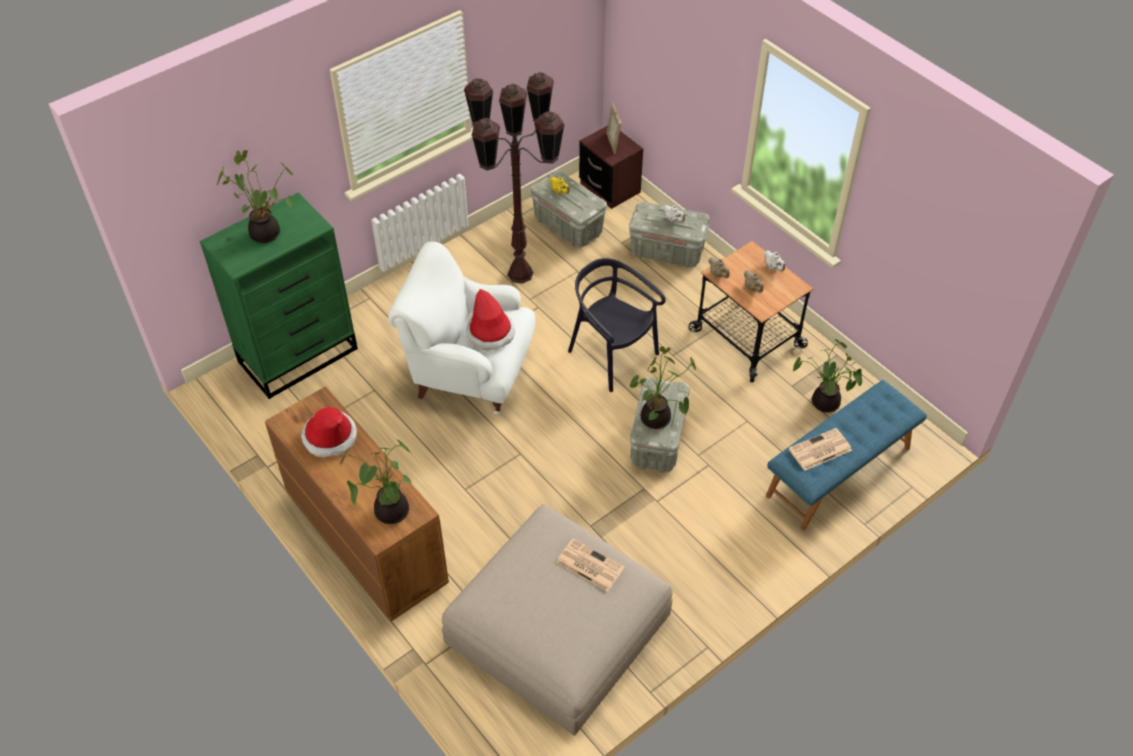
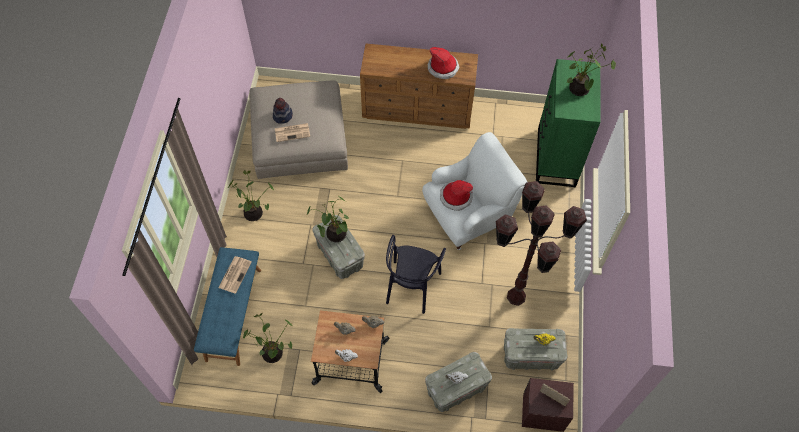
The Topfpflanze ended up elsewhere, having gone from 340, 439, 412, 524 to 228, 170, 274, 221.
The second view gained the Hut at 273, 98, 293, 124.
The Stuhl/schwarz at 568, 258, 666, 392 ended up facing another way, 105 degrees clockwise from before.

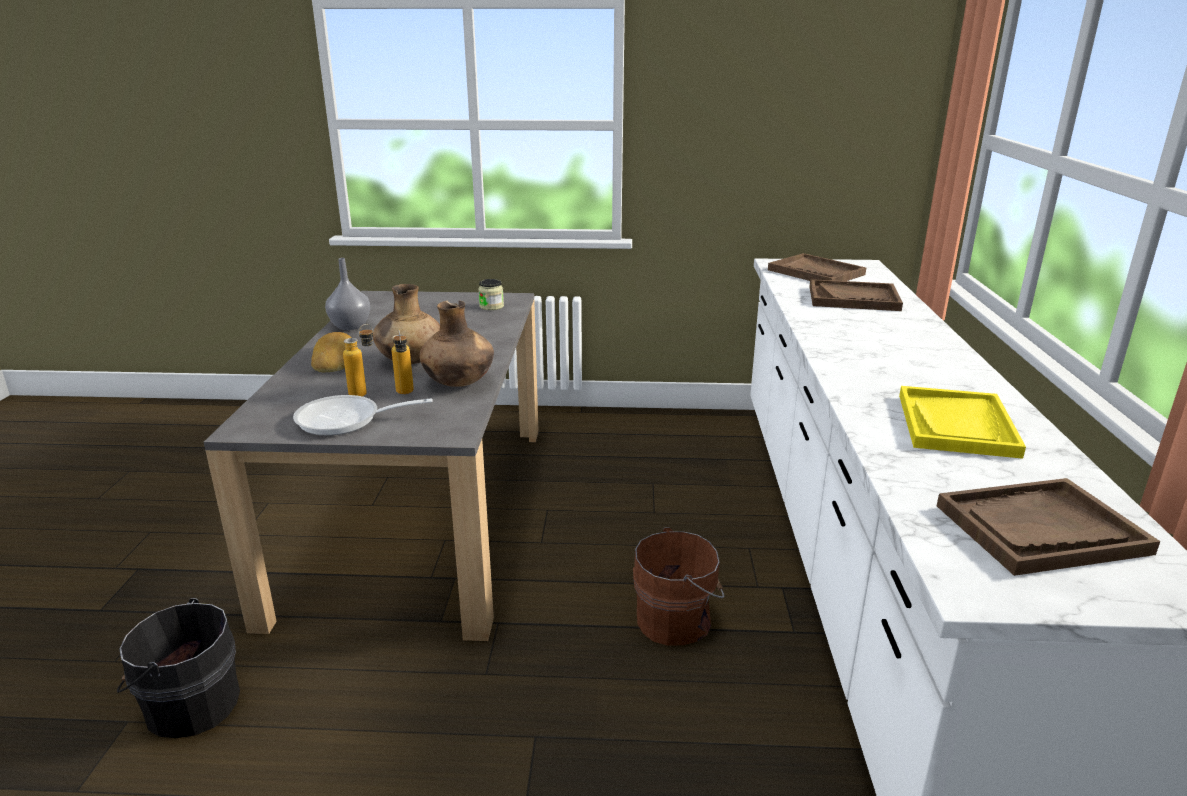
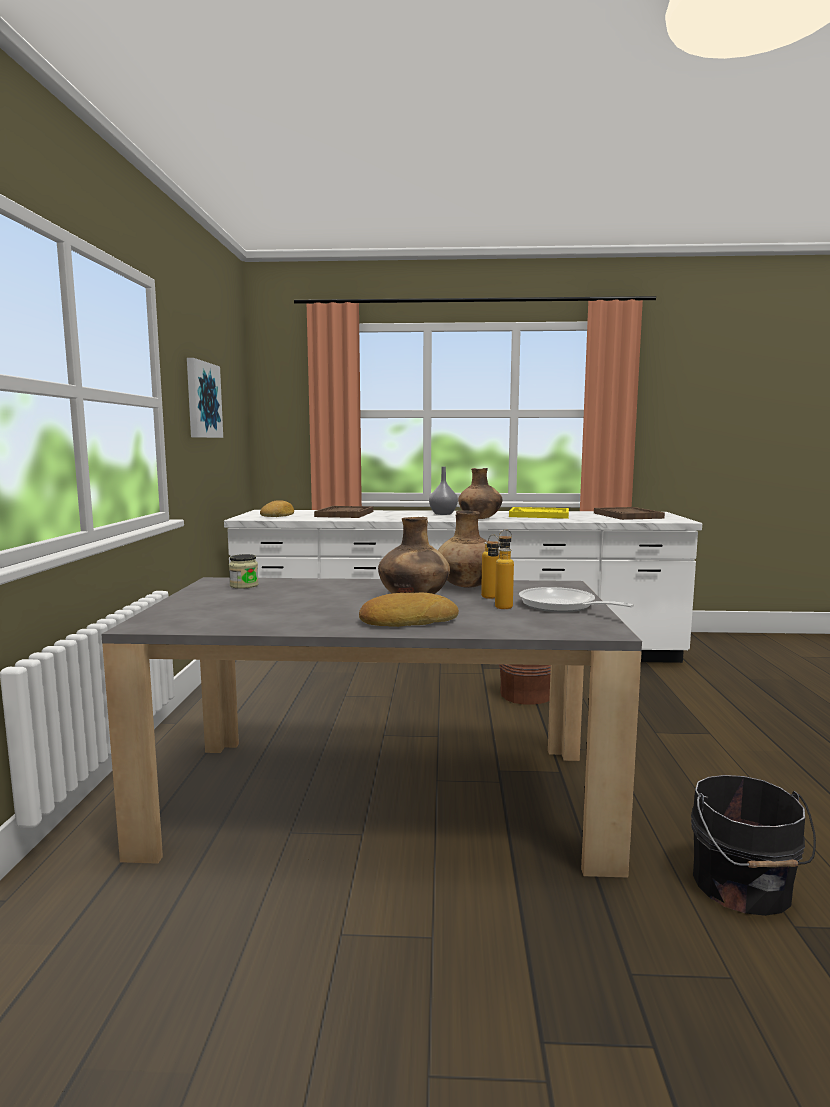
The second view gained the Bild at 187, 358, 223, 438.
Where the Tablett/braun stood at 768, 253, 866, 281, the Brot came to stand at 260, 500, 294, 517.
The Vase/grau ended up elsewhere, having gone from 325, 258, 370, 330 to 429, 467, 458, 515.
The second view gained the Vase/braun at 458, 468, 503, 519.
The Pfanne at 293, 395, 433, 436 ended up facing another way, 150 degrees clockwise from before.

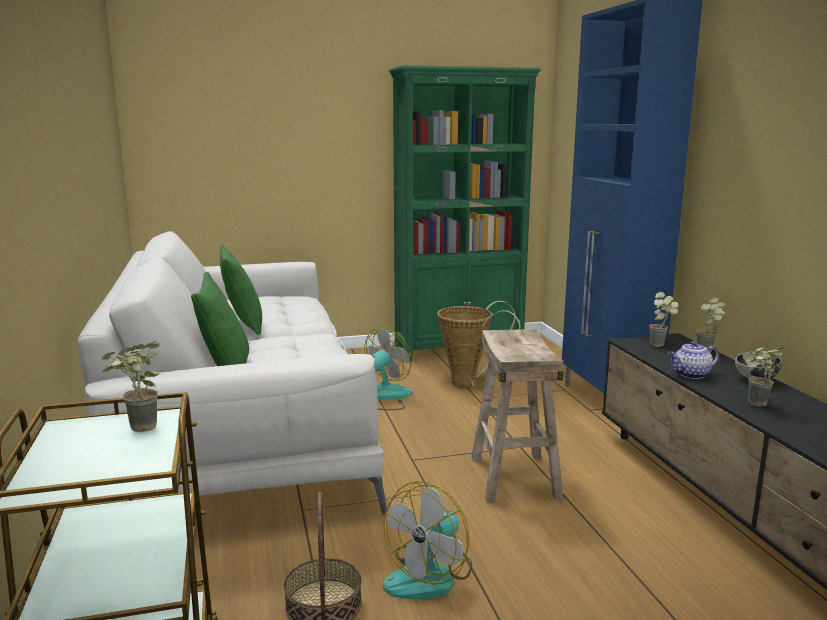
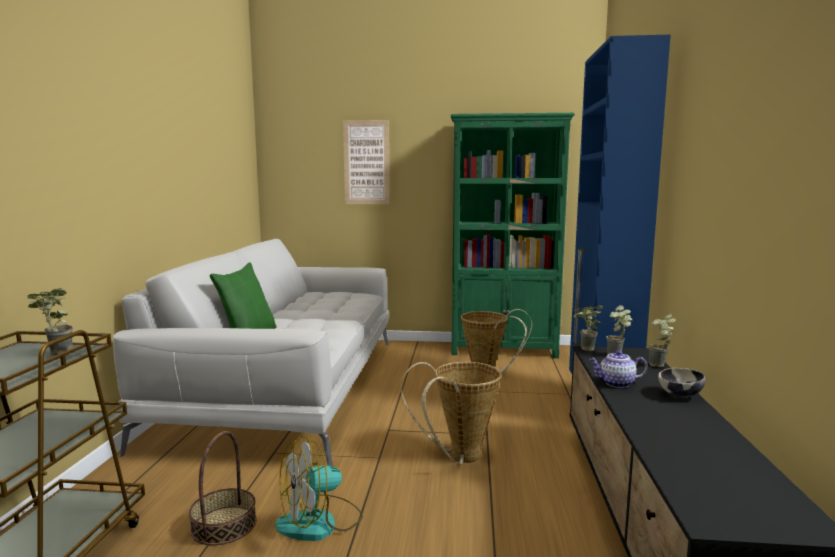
The second view gained the Bild at 343, 120, 390, 204.
Where the Hocker/beige stood at 471, 329, 563, 503, the Korb came to stand at 401, 362, 501, 464.
The Topfpflanze ended up elsewhere, having gone from 745, 345, 787, 407 to 573, 305, 603, 351.
The second view lost the Kissen/grün at 220, 245, 262, 335.
The second view lost the Ventilator at 364, 328, 413, 410.

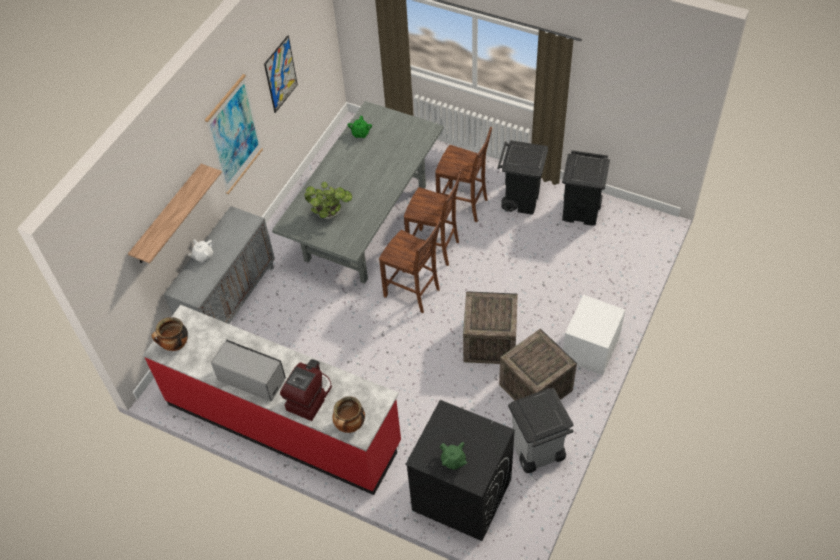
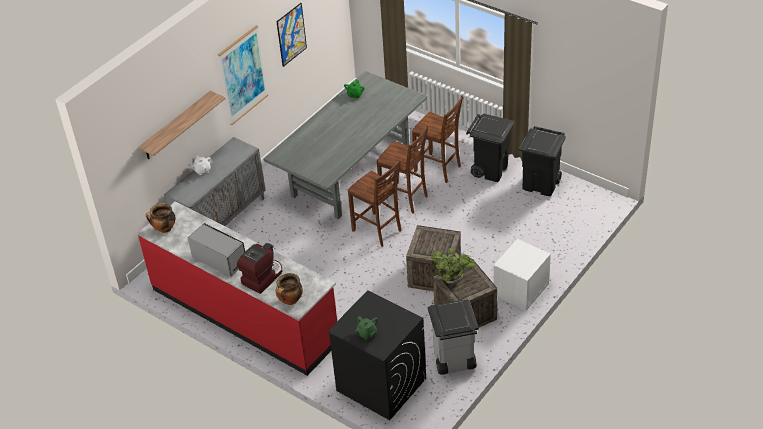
The Topfpflanze ended up elsewhere, having gone from 304, 182, 352, 219 to 431, 248, 475, 284.

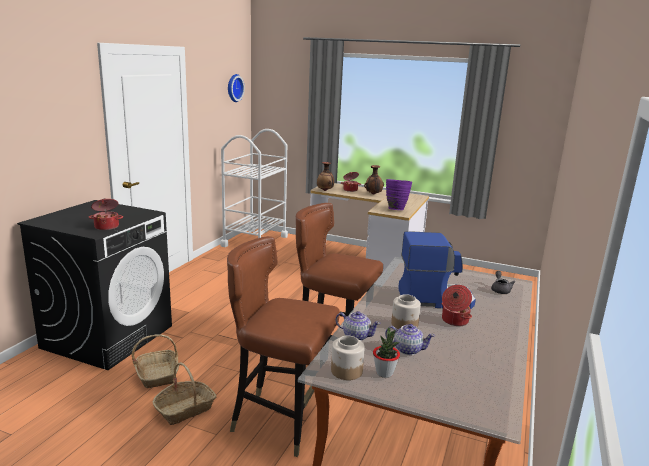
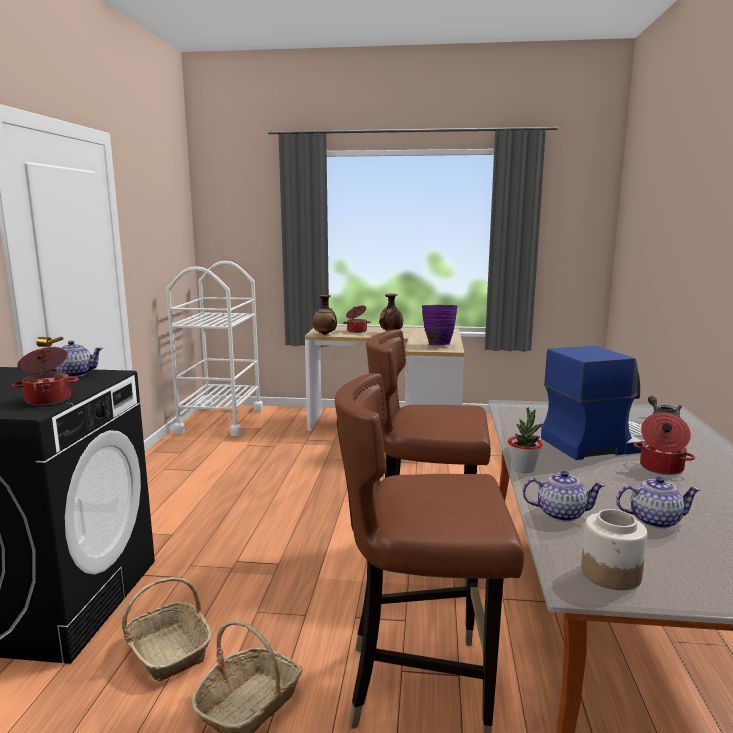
The second view gained the Teekanne at 51, 341, 103, 377.
The Topfpflanze ended up elsewhere, having gone from 373, 327, 400, 378 to 508, 407, 543, 473.
The second view lost the Wanduhr at 228, 74, 245, 102.
The second view lost the Vorratsglas at 391, 294, 421, 329.

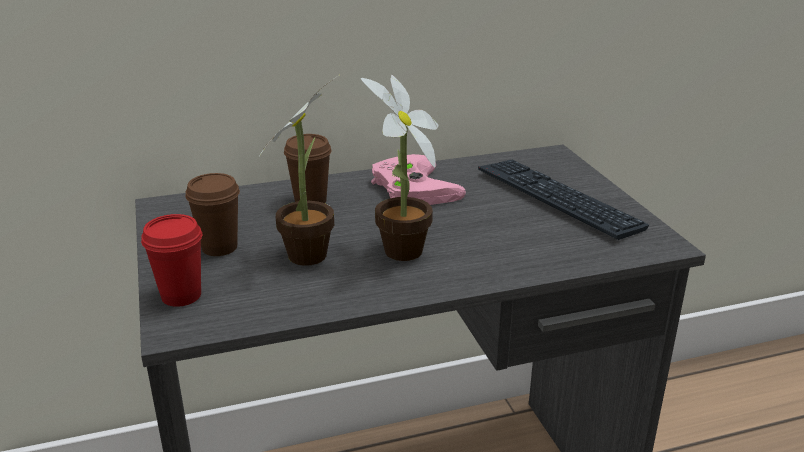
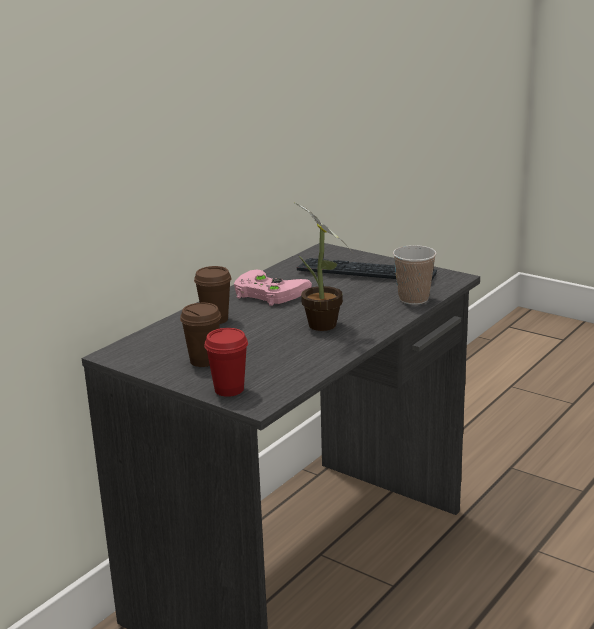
The second view gained the Tasse at 393, 245, 437, 305.
The second view lost the Topfpflanze at 259, 76, 338, 266.

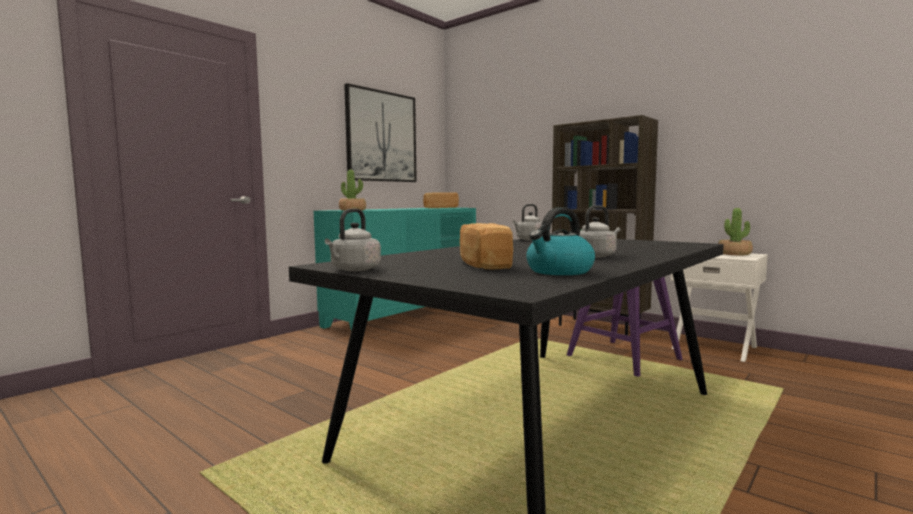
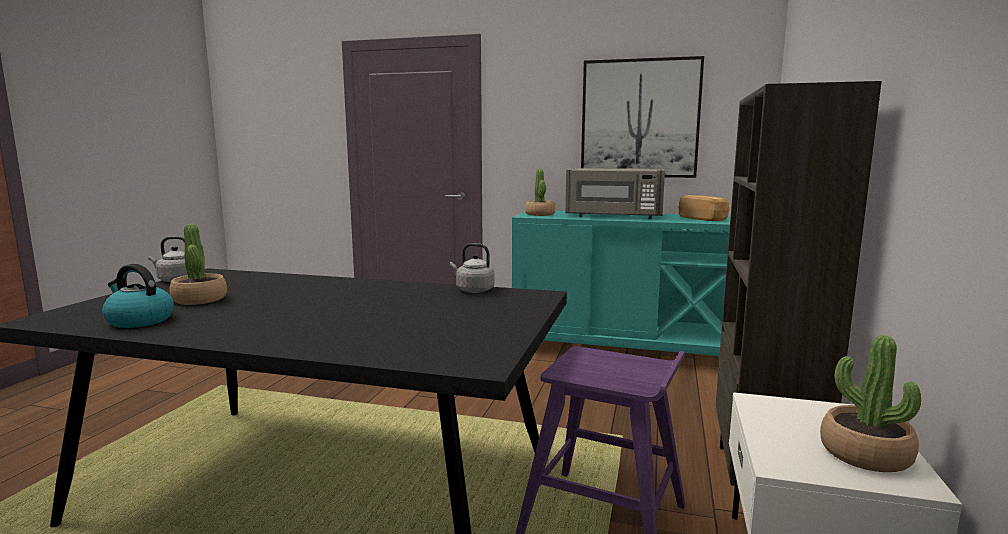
Where the Brot stood at 460, 223, 513, 269, the Topfpflanze came to stand at 169, 224, 227, 305.
The second view gained the Mikrowelle/grau at 565, 168, 665, 219.
The second view lost the Wasserkessel/grau at 579, 205, 621, 258.

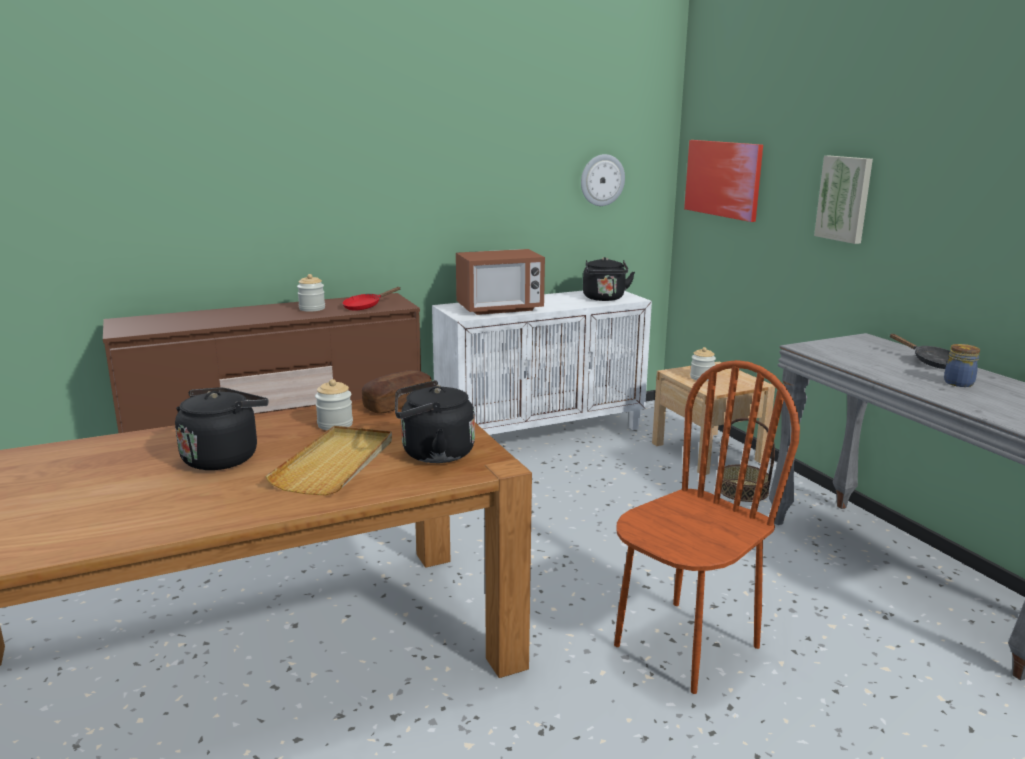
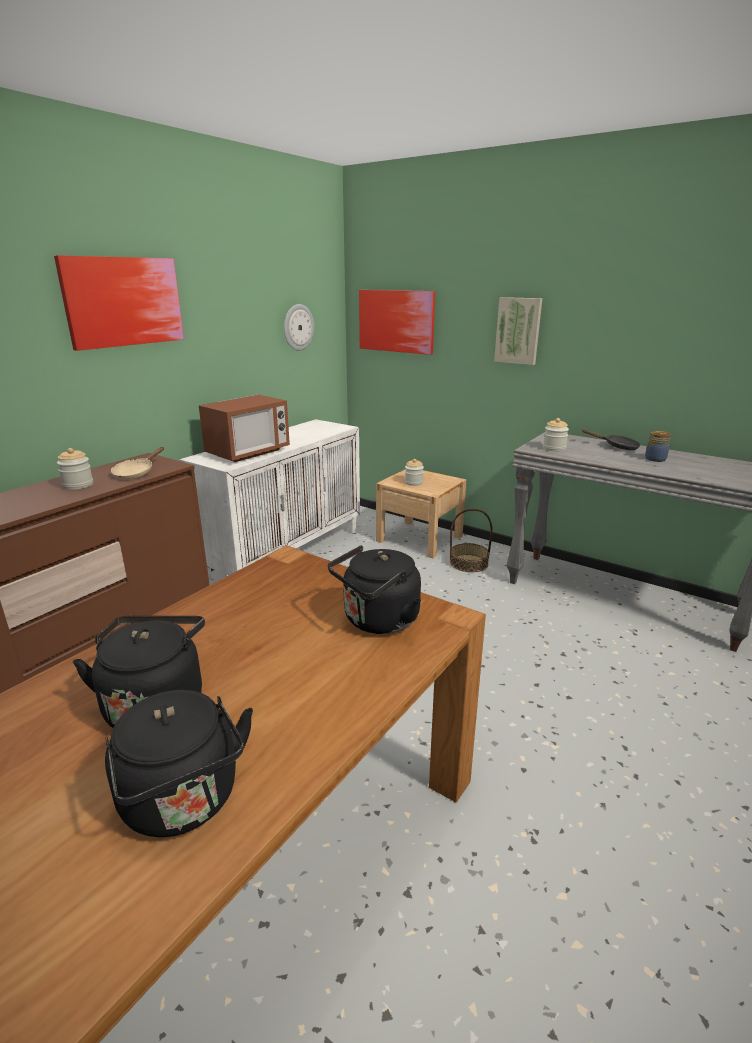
The second view gained the Bild at 54, 255, 184, 351.
The Wasserkessel/schwarz ended up elsewhere, having gone from 583, 257, 635, 301 to 105, 690, 253, 837.
What was the Pfanne/rot at 342, 287, 401, 310 turned into the Pfanne/beige at 111, 447, 164, 480.
The Vorratsglas ended up elsewhere, having gone from 315, 379, 353, 430 to 543, 418, 569, 451.
The second view lost the Tablett/beige at 265, 426, 392, 496.
The second view lost the Brot at 362, 370, 432, 414.
The second view lost the Stuhl/braun at 614, 360, 800, 694.

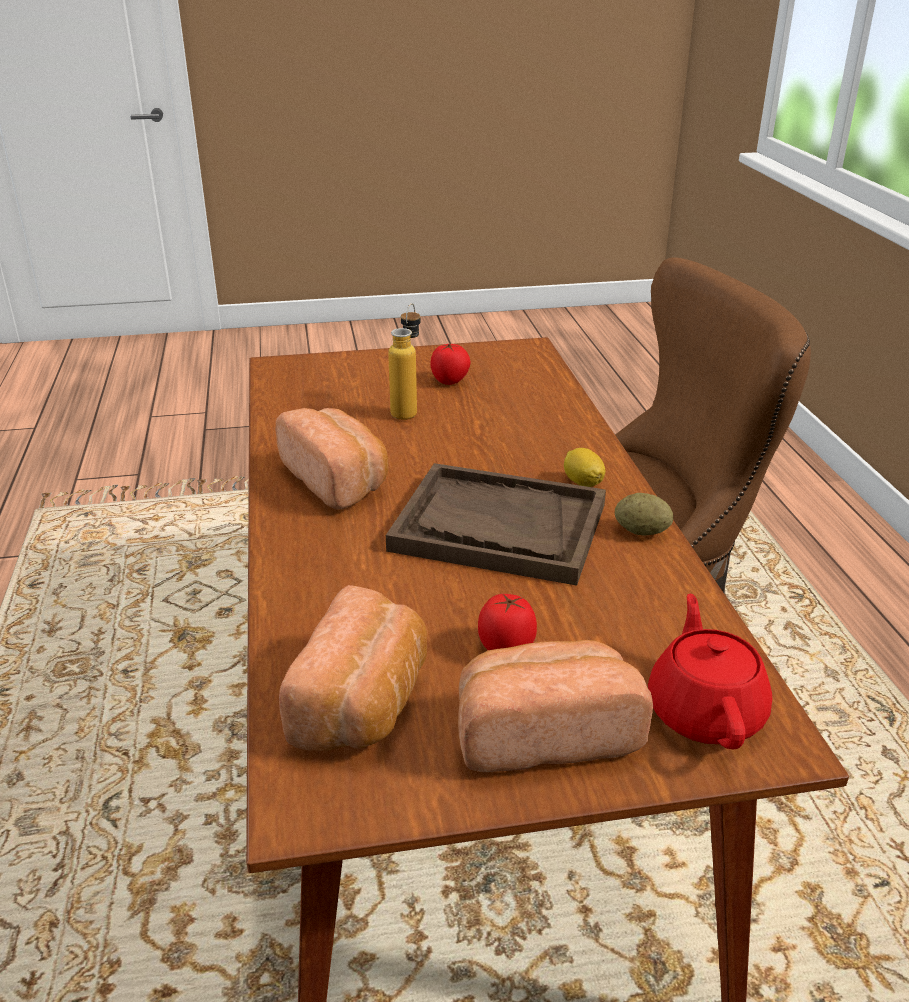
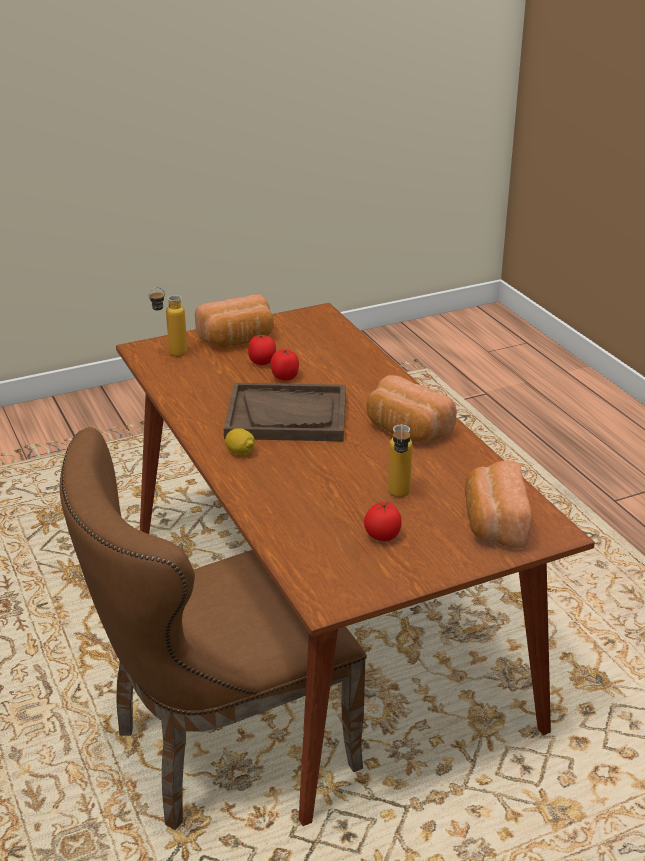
Where the Teekanne/rot stood at 648, 594, 772, 750, the Flasche came to stand at 149, 287, 187, 357.
The second view gained the Tomate at 271, 349, 299, 381.
The Brot ended up elsewhere, having gone from 279, 585, 427, 751 to 465, 460, 531, 548.
The second view lost the Kartoffel at 615, 493, 673, 536.

